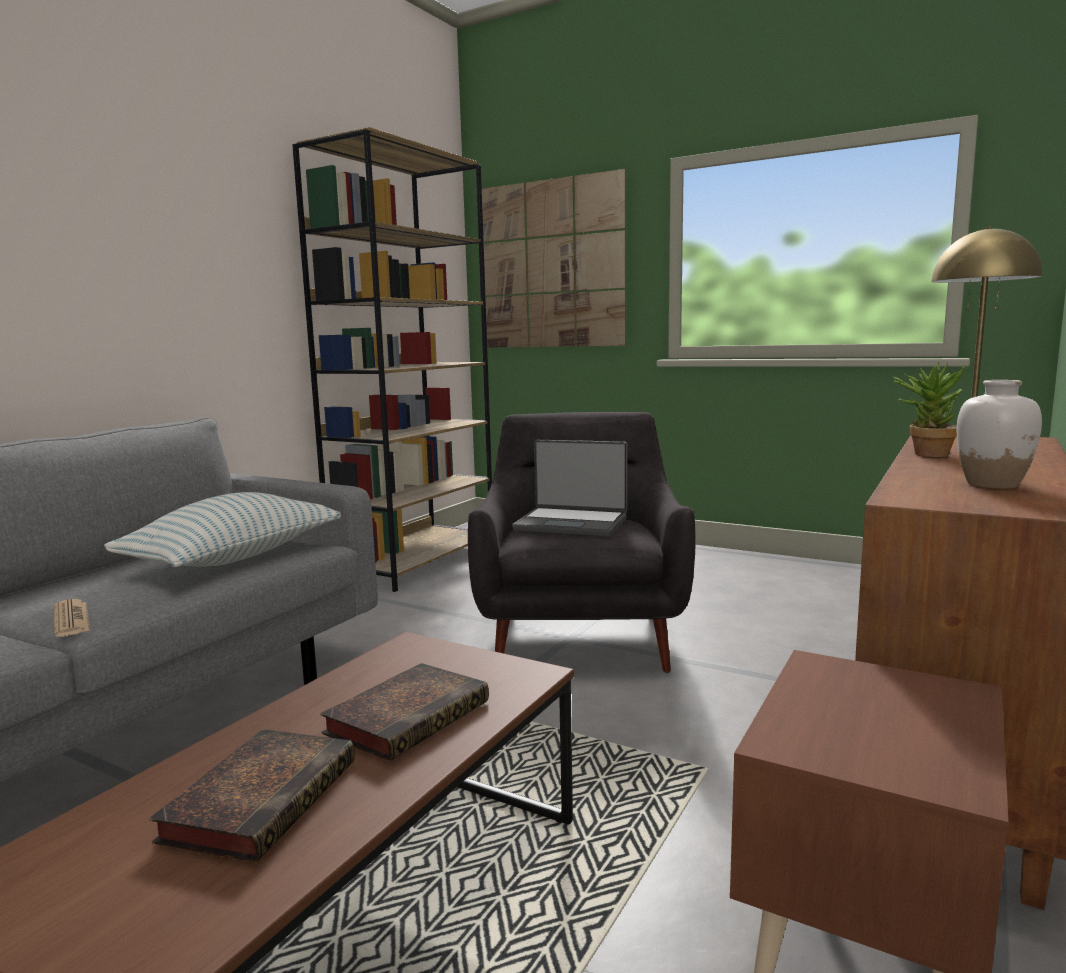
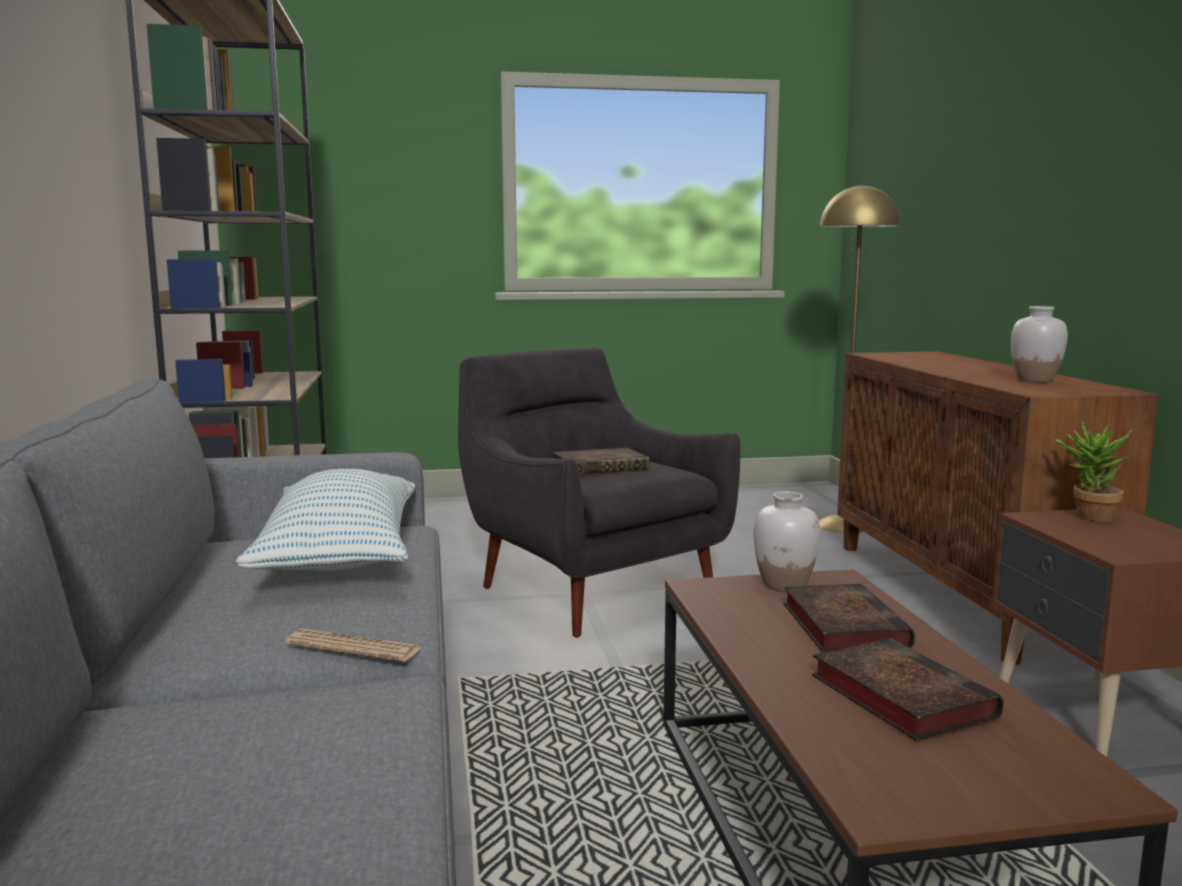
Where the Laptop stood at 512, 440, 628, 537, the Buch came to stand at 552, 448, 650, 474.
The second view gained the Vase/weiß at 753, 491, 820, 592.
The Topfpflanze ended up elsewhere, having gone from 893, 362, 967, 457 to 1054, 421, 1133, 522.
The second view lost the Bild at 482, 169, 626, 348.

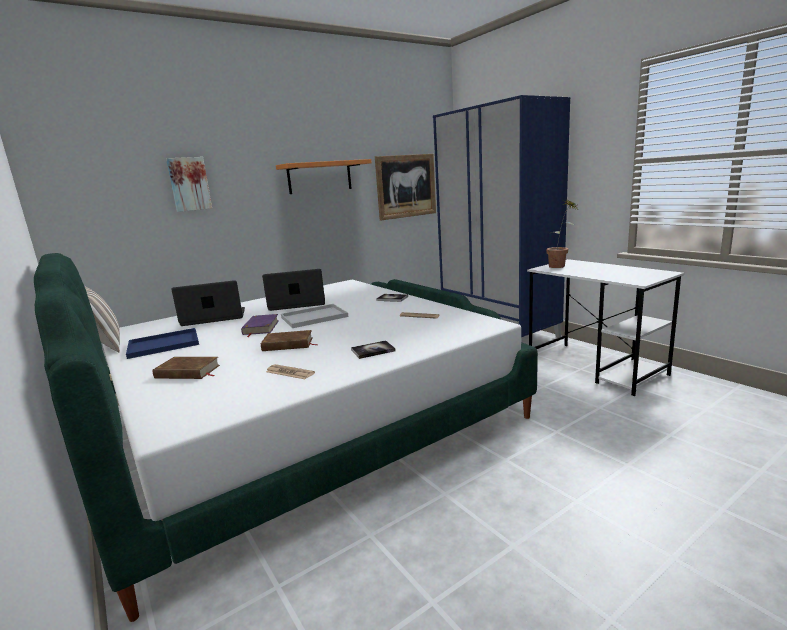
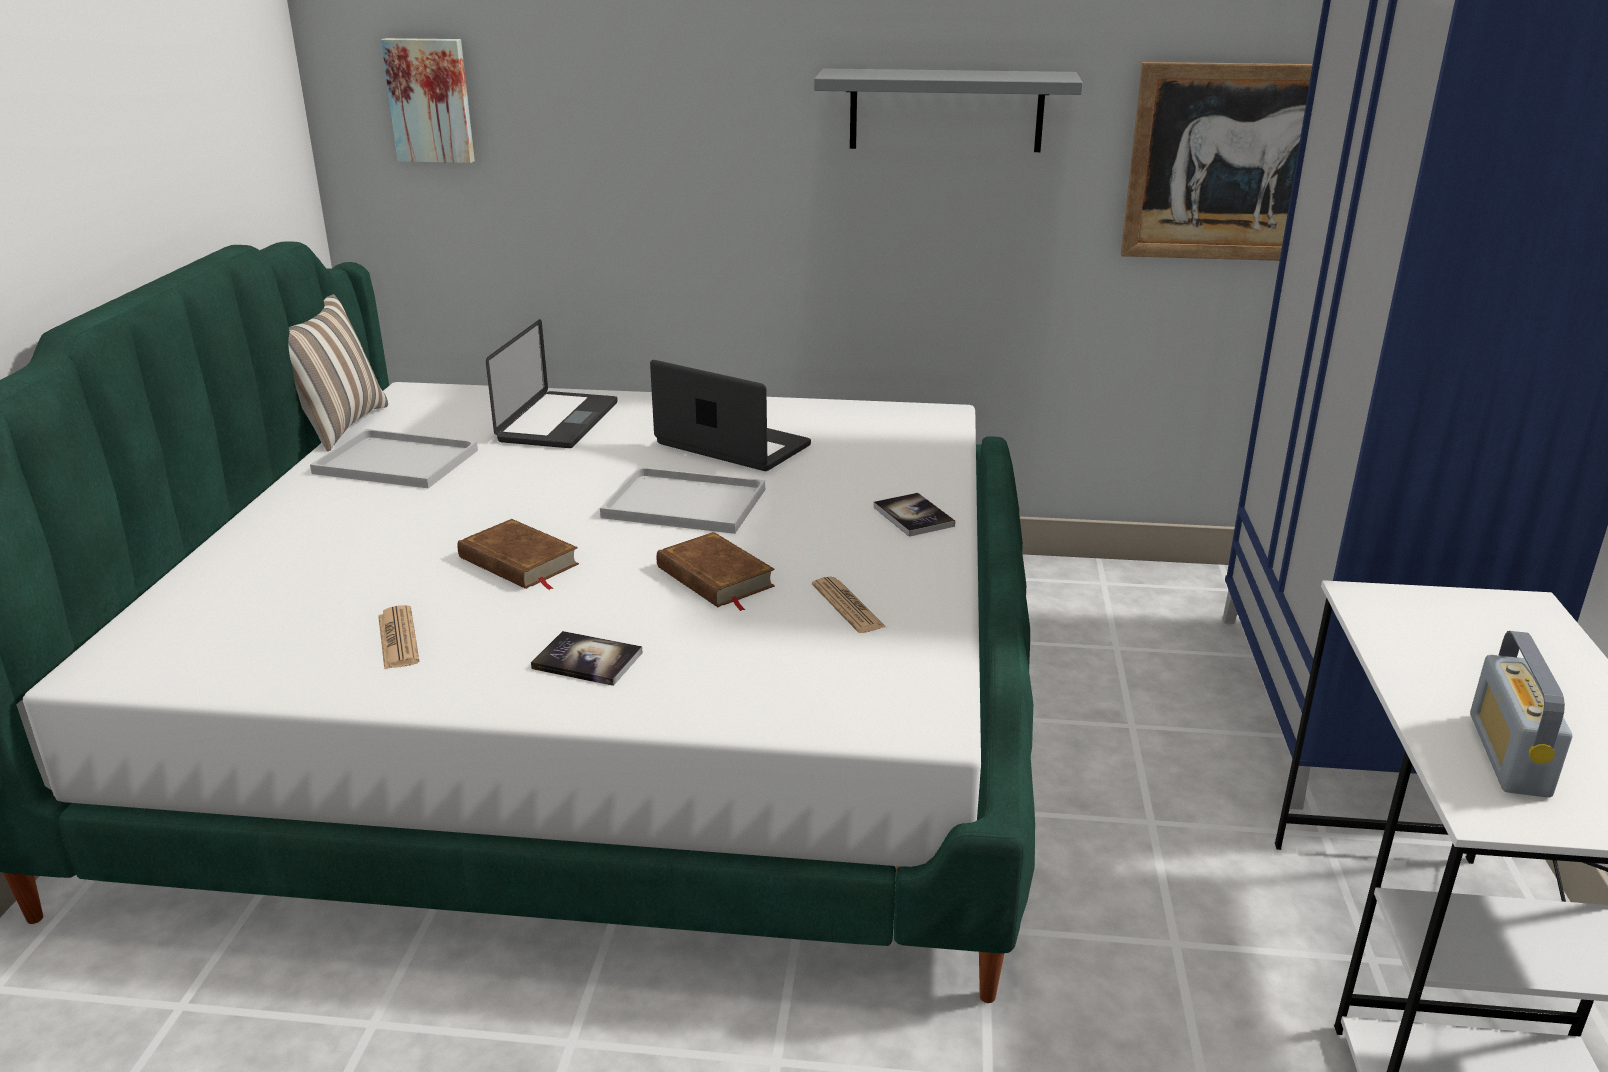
What was the Tablett/blau at 126, 328, 199, 359 turned into the Tablett/weiß at 310, 429, 478, 489.
The Bild ended up elsewhere, having gone from 166, 157, 212, 212 to 381, 38, 475, 163.
The Laptop at 171, 280, 245, 326 ended up facing another way, 75 degrees clockwise from before.
The Buch/braun ended up elsewhere, having gone from 152, 357, 220, 379 to 657, 532, 775, 611.
What was the Wandregal/orange at 276, 159, 372, 194 turned into the Wandregal/grau at 814, 68, 1083, 152.
The second view gained the Radio at 1470, 631, 1573, 798.
The second view lost the Buch/lila at 241, 314, 279, 337.
The second view lost the Topfpflanze at 546, 201, 577, 268.

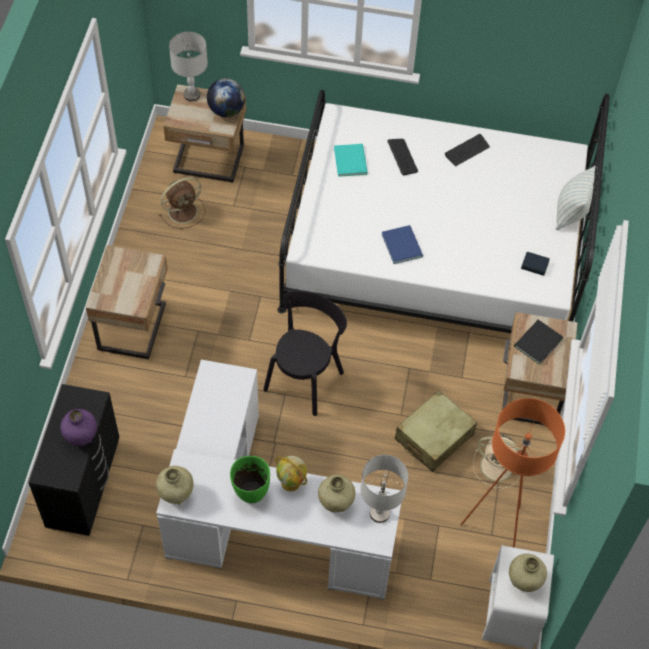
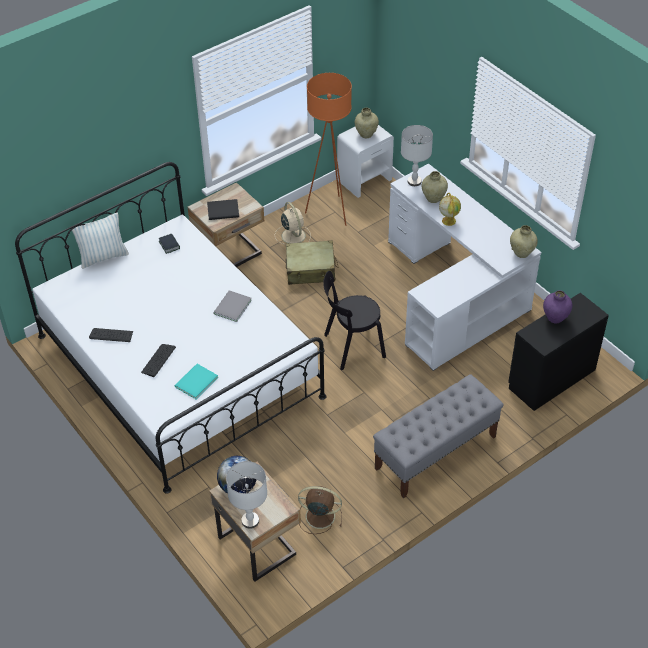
What was the Buch/blau at 382, 225, 423, 264 turned into the Buch/grau at 213, 290, 252, 322.
Where the Nachttisch/beige stood at 86, 245, 168, 359, the Bank/grau came to stand at 373, 374, 504, 498.
The second view lost the Vase/grün at 230, 456, 270, 503.

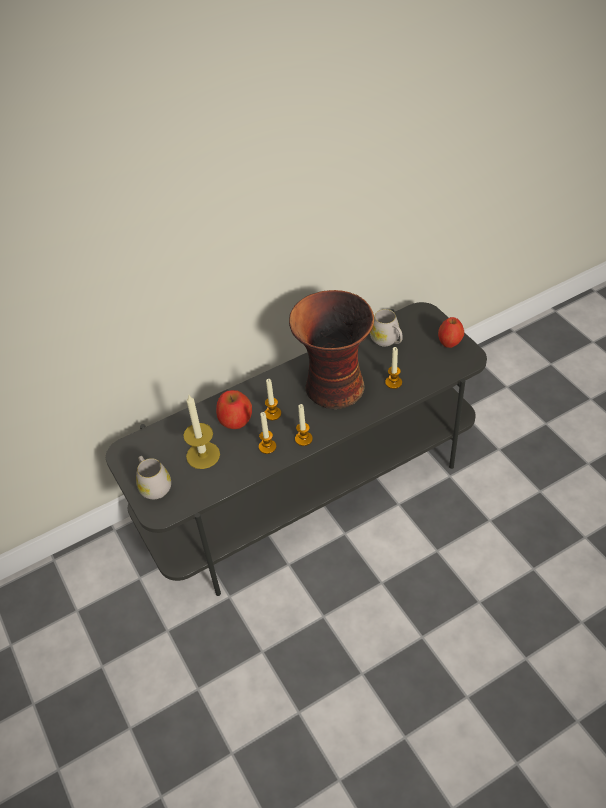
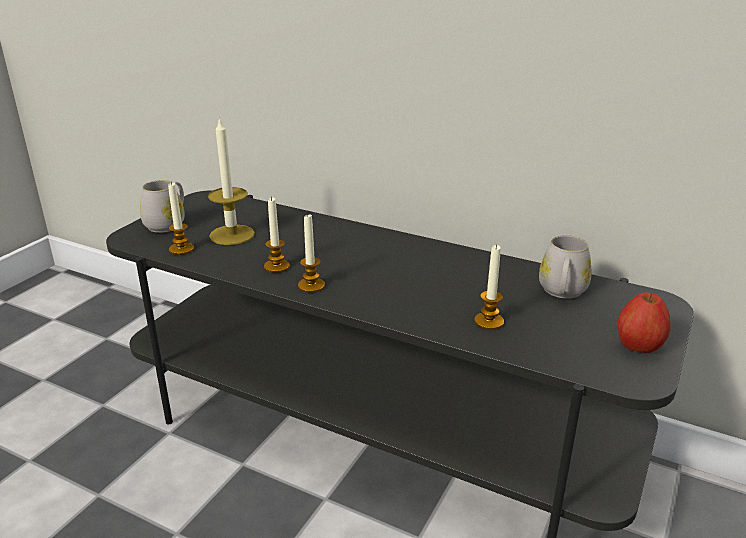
The Kerze ended up elsewhere, having gone from 265, 379, 281, 420 to 168, 182, 194, 255.
The second view lost the Apfel at 216, 390, 252, 429.
The second view lost the Vase at 289, 290, 374, 409.

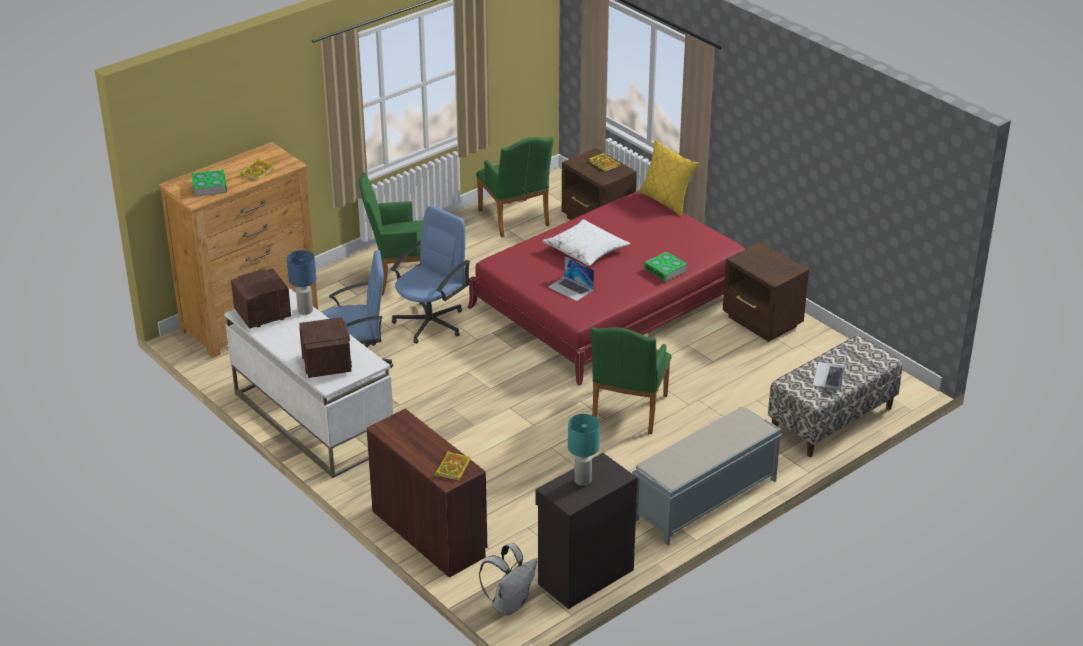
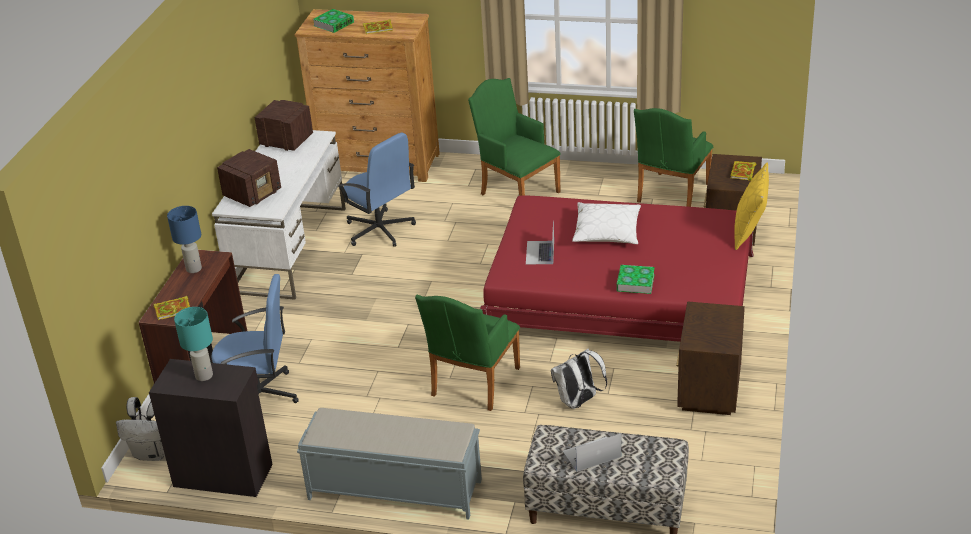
The Tischlampe/blau ended up elsewhere, having gone from 287, 250, 317, 315 to 167, 206, 202, 273.
The Bürostuhl/blau ended up elsewhere, having gone from 391, 206, 470, 344 to 211, 274, 298, 403.
The Sessel/grün at 590, 327, 672, 434 ended up facing another way, 45 degrees counterclockwise from before.
The second view gained the Rucksack/weiß at 551, 349, 607, 409.

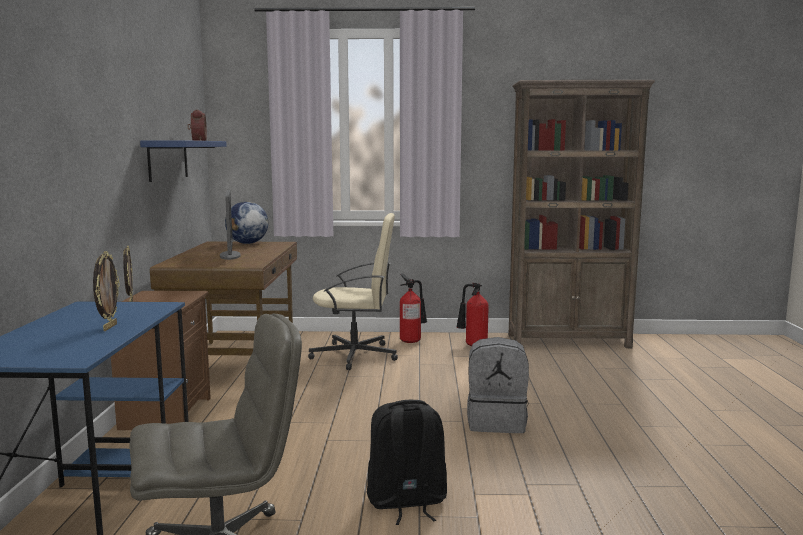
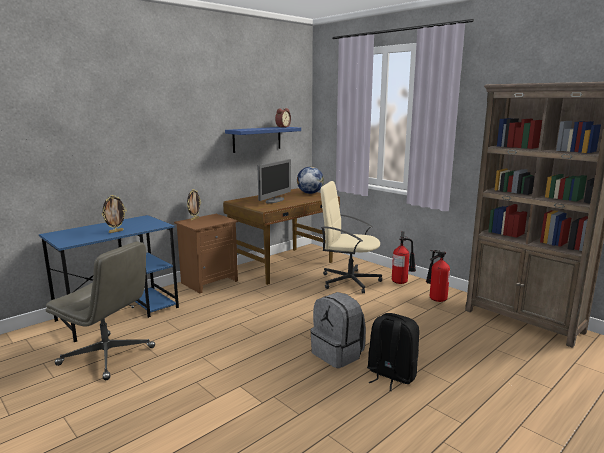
The Bürostuhl/beige at 308, 213, 398, 370 ended up facing another way, 150 degrees clockwise from before.
The Rucksack/schwarz ended up elsewhere, having gone from 367, 400, 447, 525 to 367, 313, 419, 391.

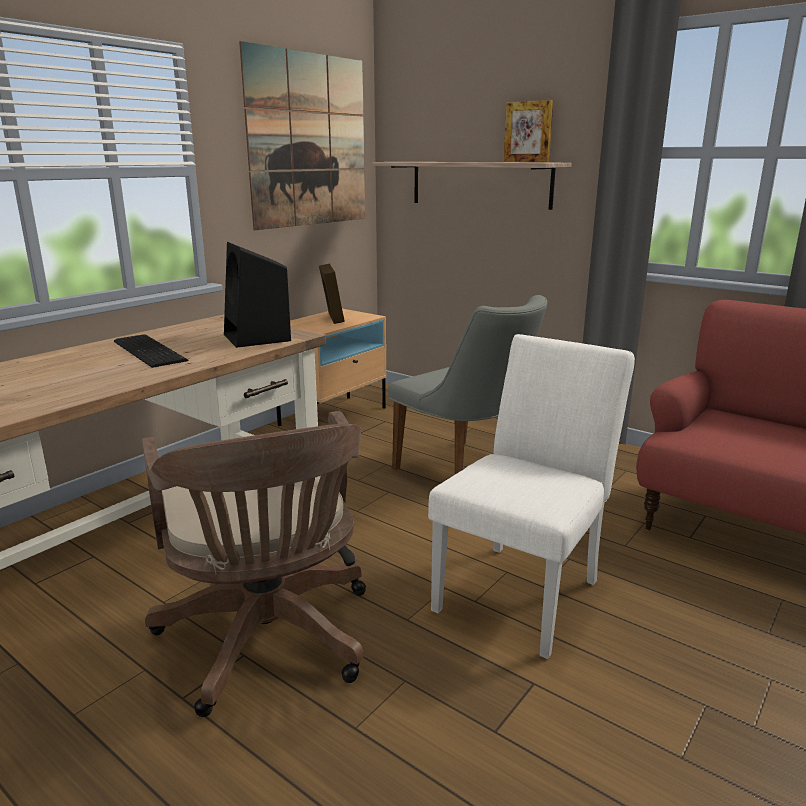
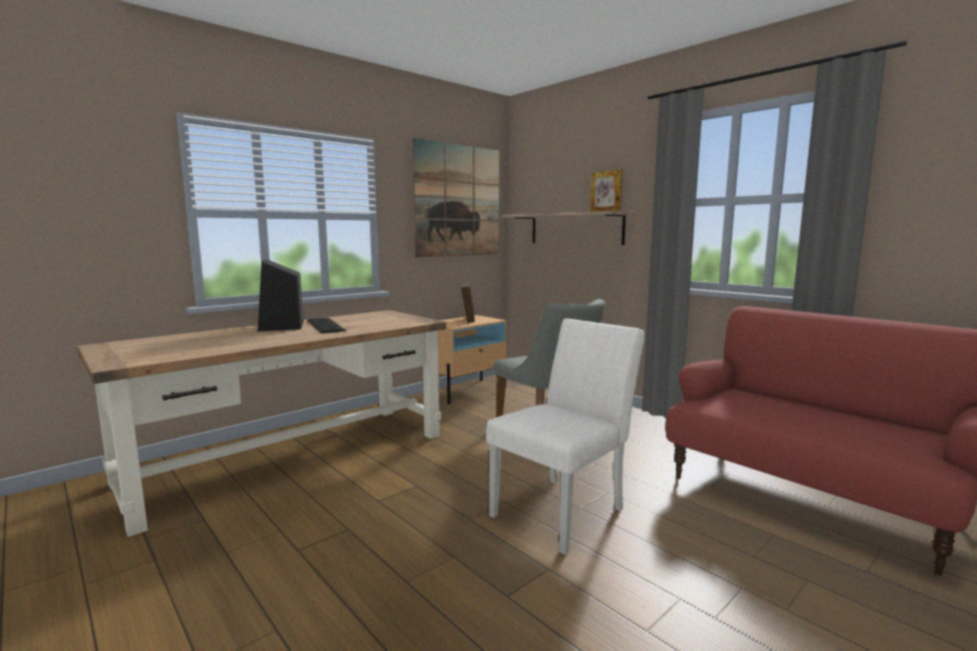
The Lautsprecher/schwarz ended up elsewhere, having gone from 224, 242, 291, 348 to 258, 259, 303, 331.
The second view lost the Bürostuhl/braun at 142, 411, 366, 717.

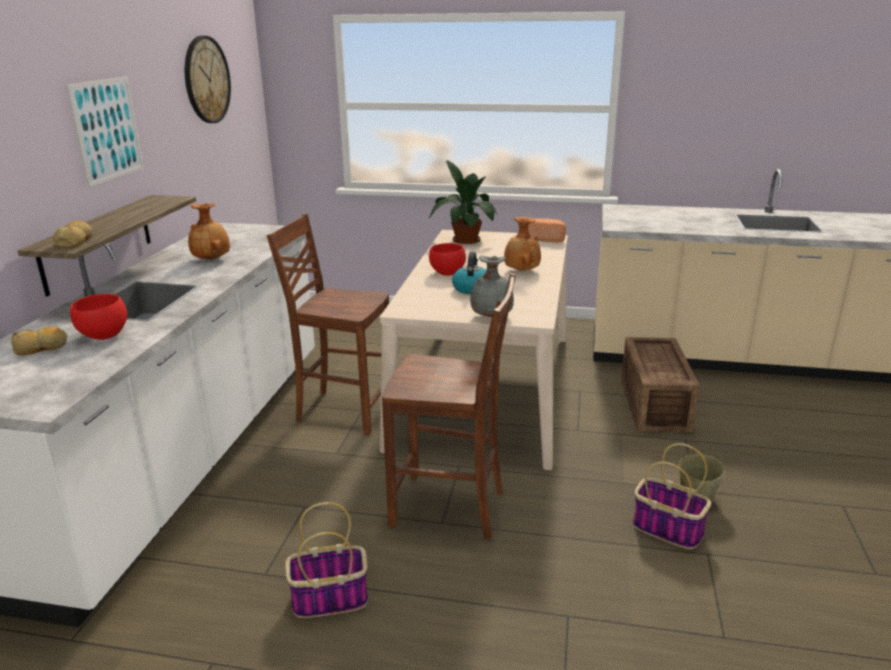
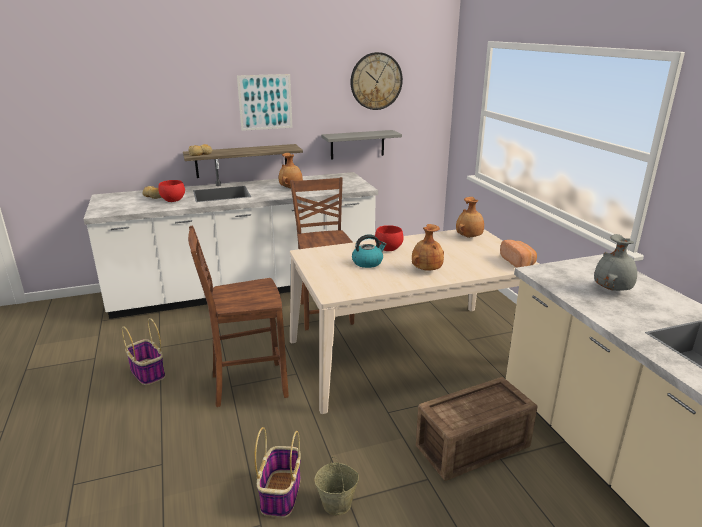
The Stuhl/braun at 382, 273, 516, 539 ended up facing another way, 90 degrees clockwise from before.
The second view gained the Wandregal/grau at 321, 130, 402, 160.
Where the Topfpflanze stood at 429, 160, 498, 244, the Vase/braun came to stand at 456, 197, 484, 238.
The Vase/grau ended up elsewhere, having gone from 470, 256, 514, 317 to 594, 234, 637, 291.

